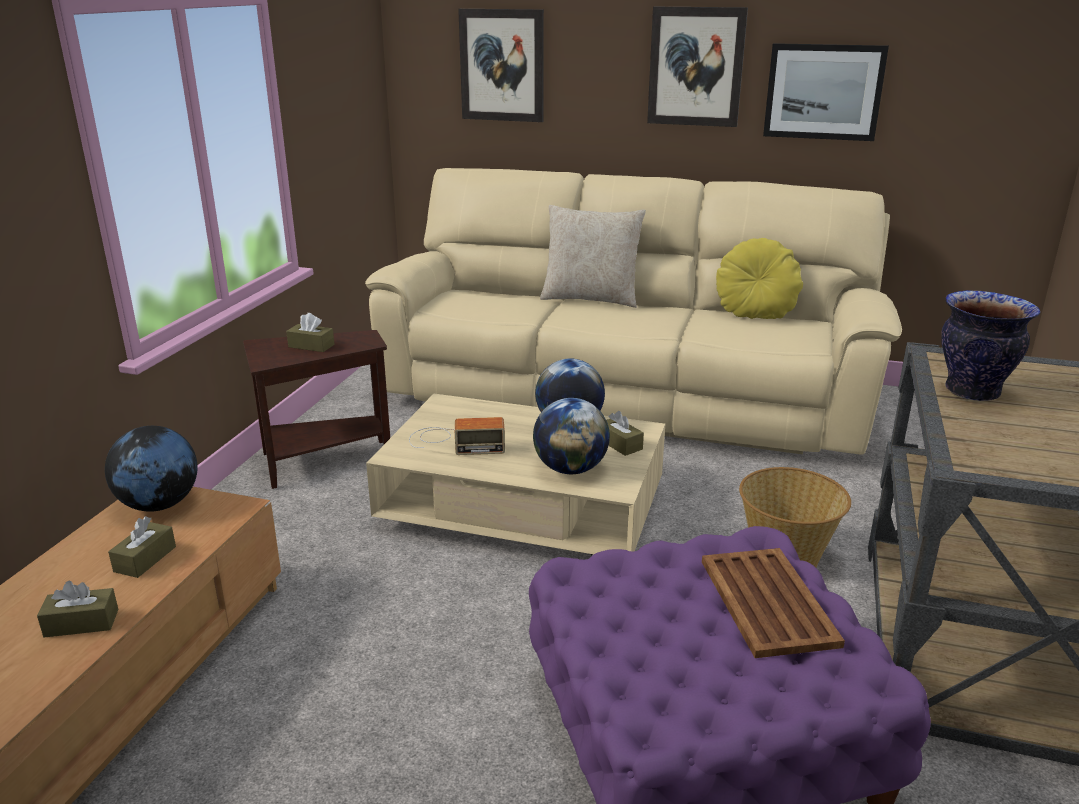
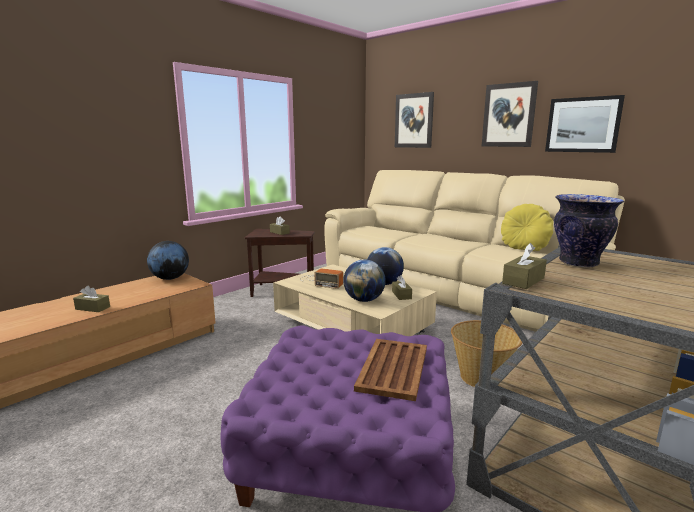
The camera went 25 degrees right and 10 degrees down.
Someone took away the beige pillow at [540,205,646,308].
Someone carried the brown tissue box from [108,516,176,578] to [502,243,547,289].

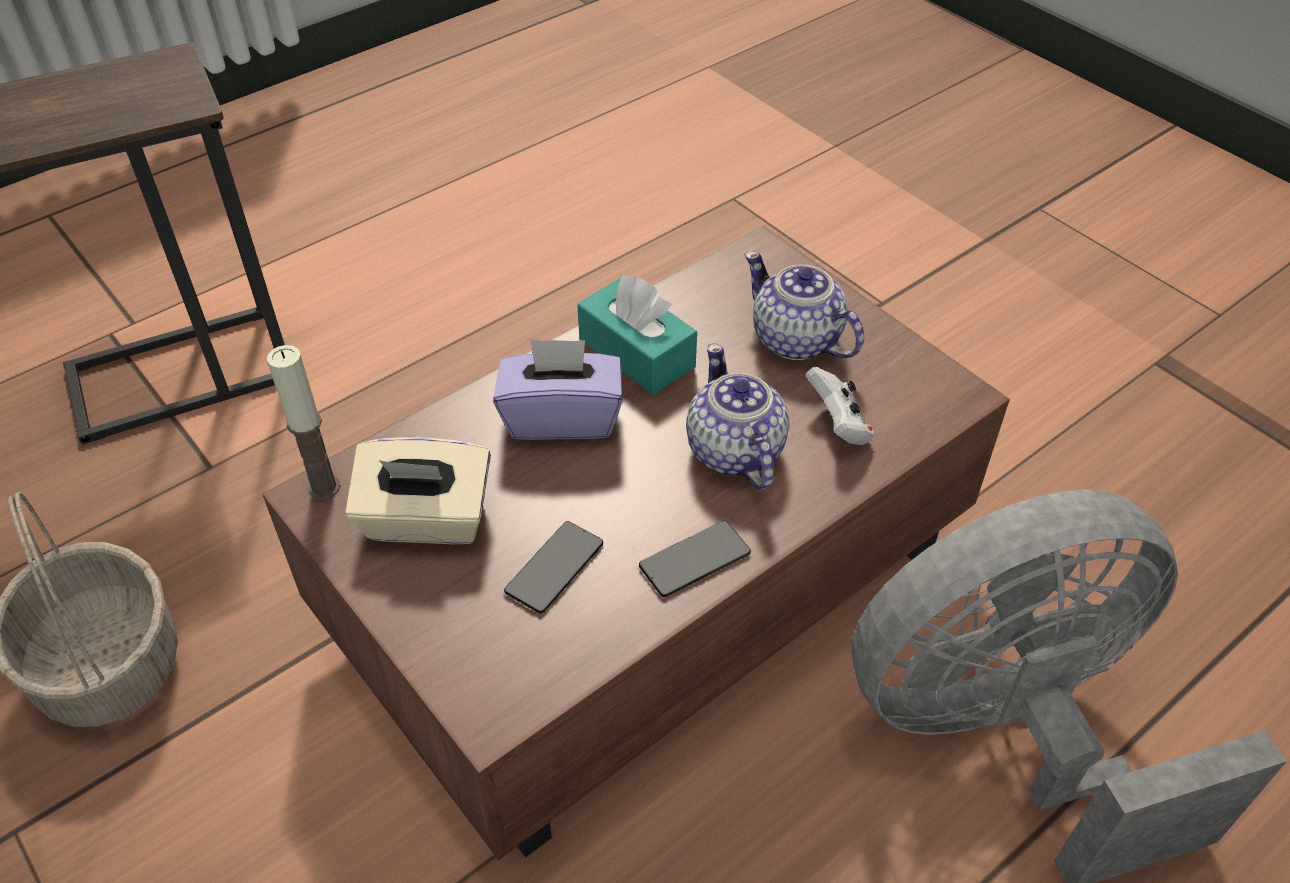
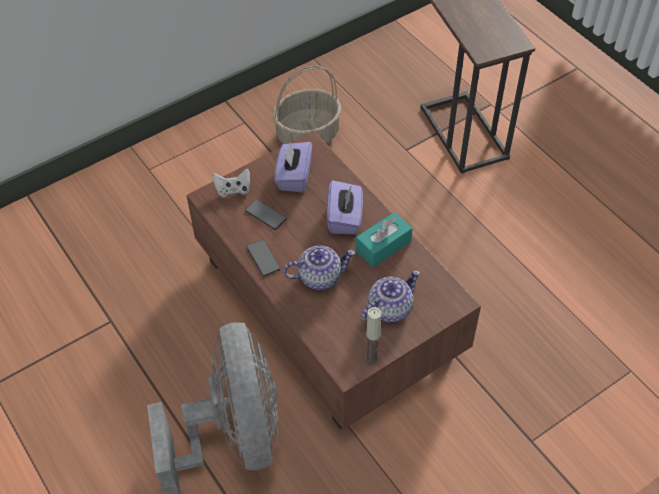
The camera went 95 degrees right and 5 degrees up.
Someone carried the candle from [267,345,341,500] to [365,307,382,364].
Someone carried the white game controller from [805,367,874,445] to [213,169,250,198].
Someone repainted the beige tissue box at [345,437,491,545], which became the purple tissue box at [275,142,312,193].

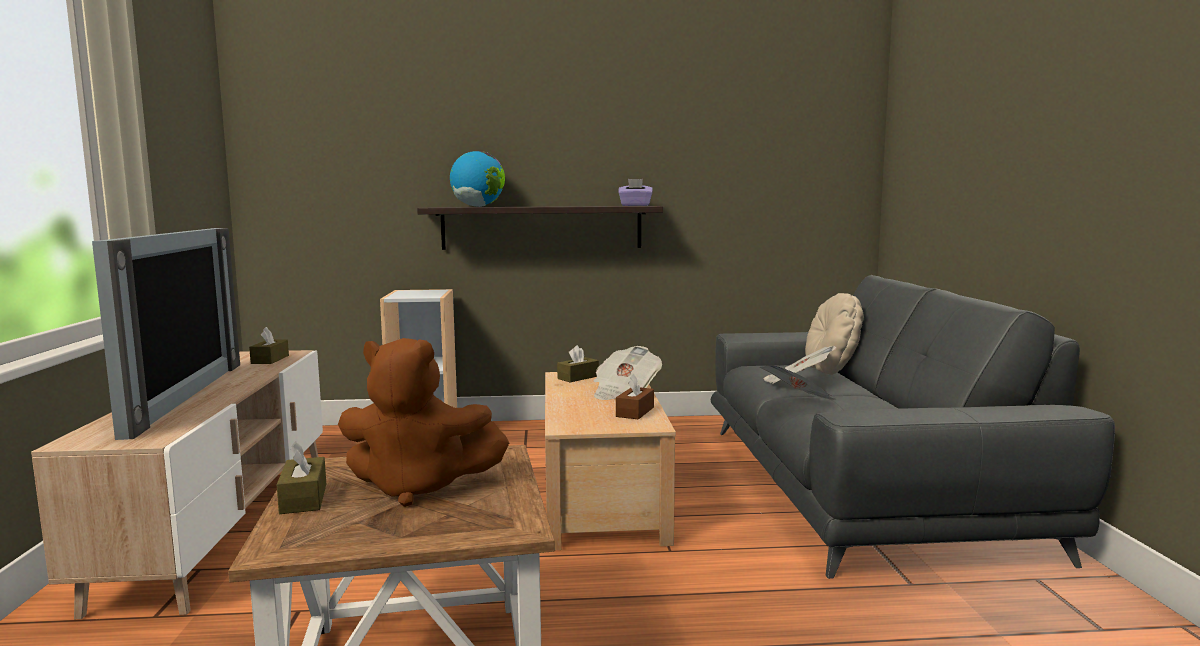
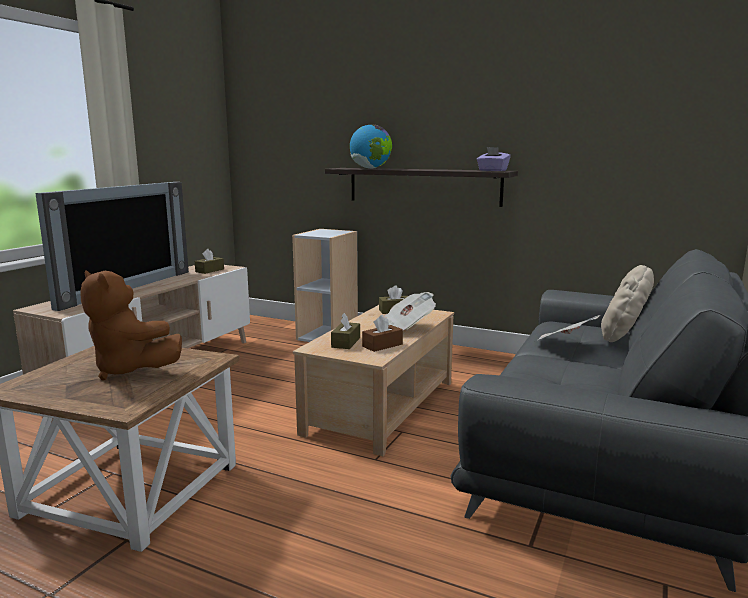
The camera went 30 degrees right and 5 degrees up.
Someone took away the newspaper at [760,365,834,399].
Someone carried the brown tissue box from [277,441,326,514] to [331,313,360,349].

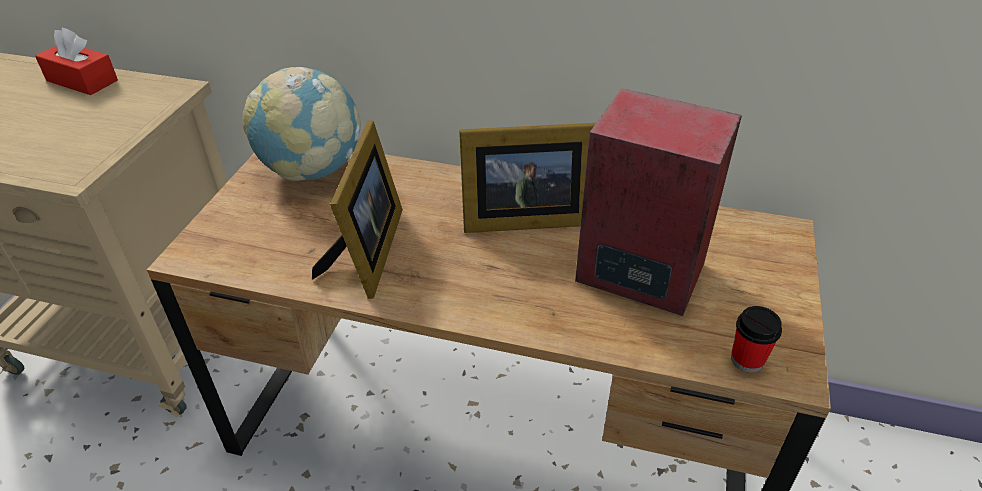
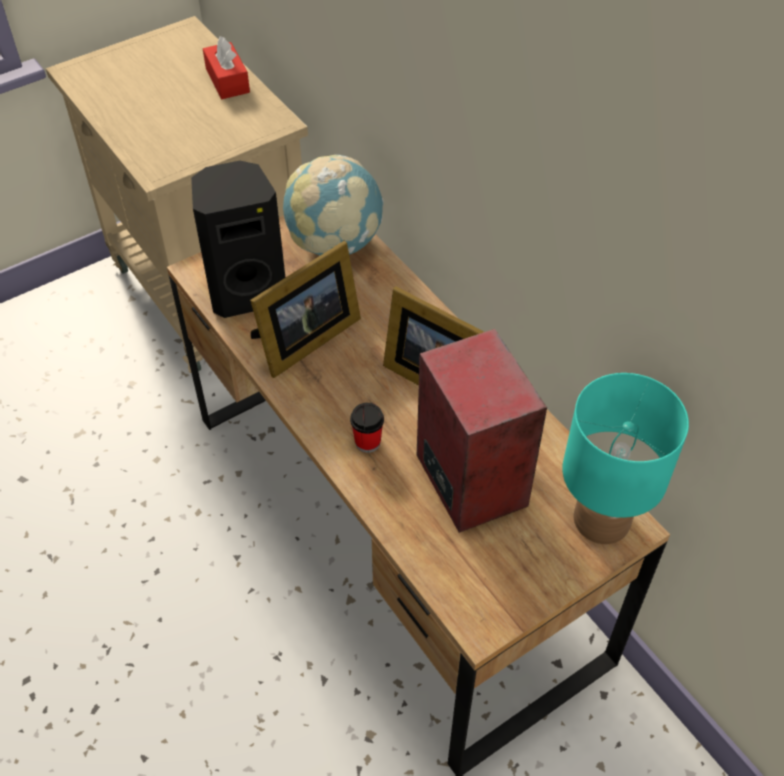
The camera went 40 degrees right and 10 degrees up.
Someone put down the black speaker at [191,161,285,318].
Someone put down the turquoise table lamp at [562,373,689,544].
Someone carried the cup from [731,306,782,373] to [350,403,384,453].

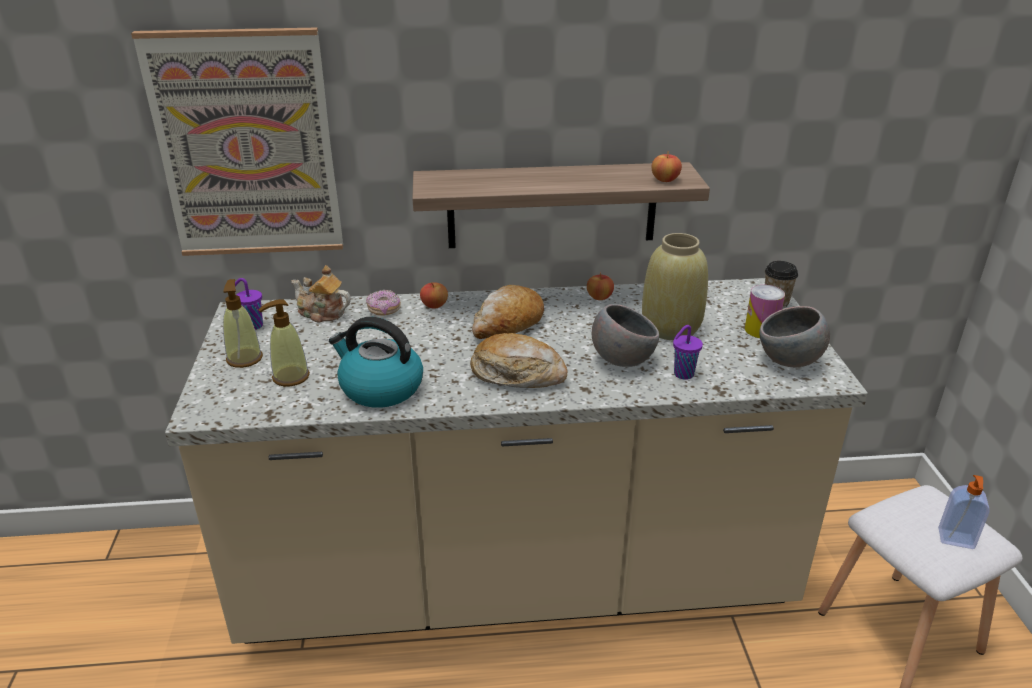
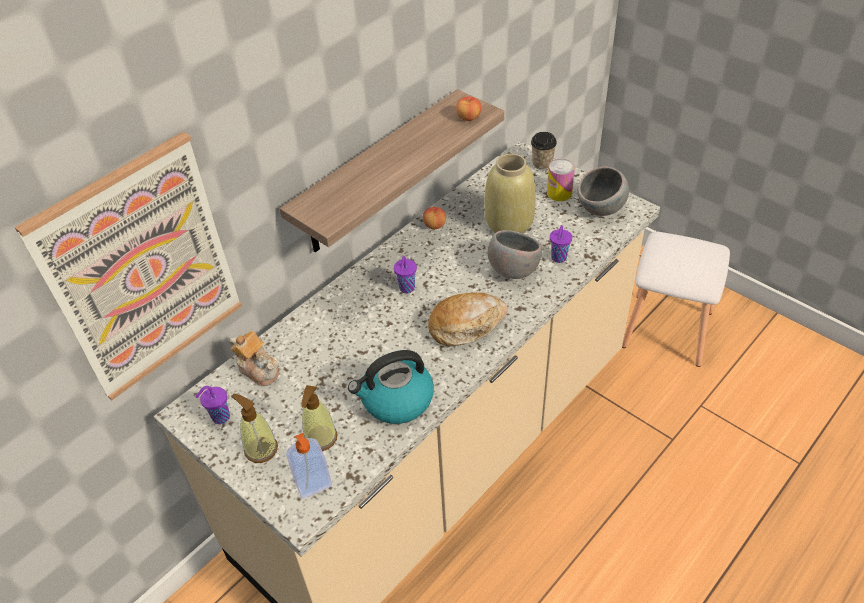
The camera went 40 degrees left and 15 degrees up.
Someone took away the donut at [366,290,401,316].
Someone took away the apple at [420,282,448,309].
Someone carried the soap dispenser from [938,475,990,549] to [286,433,332,499].
Someone swapped the bread at [472,284,544,339] for the purple cup at [394,256,417,293].
Someone rotated the teapot at [291,265,351,323] by 120 degrees counterclockwise.

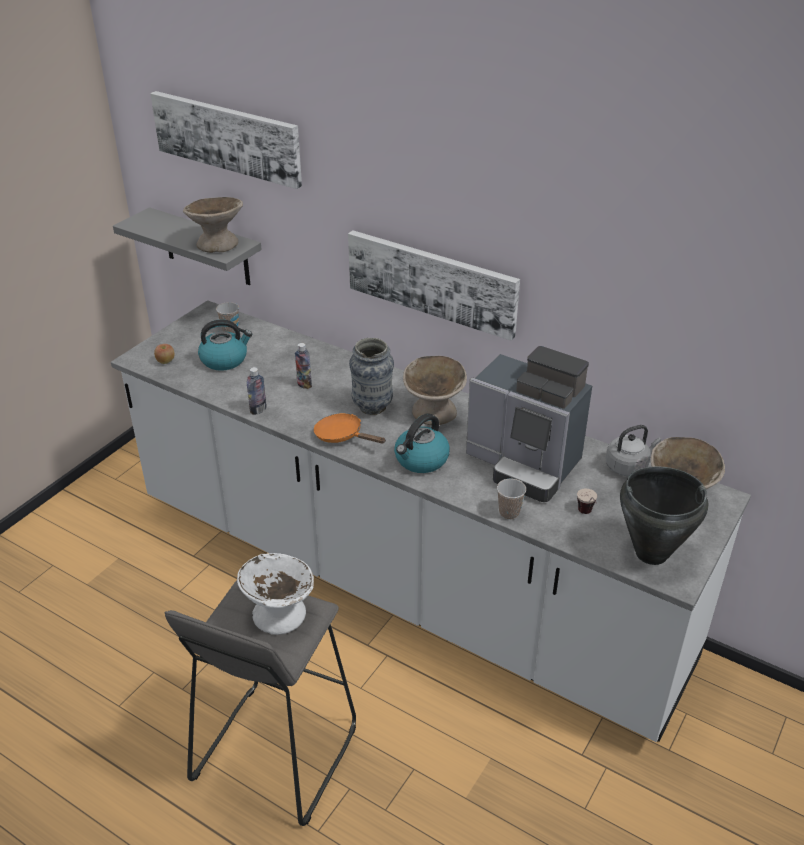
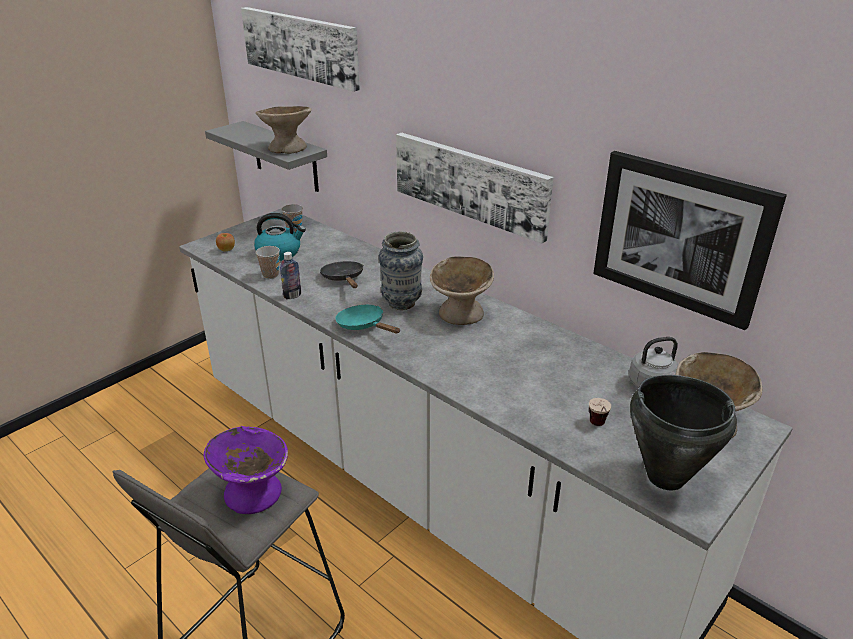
The camera went 10 degrees right and 5 degrees down.
Someone took away the kettle at [394,413,450,473].
Someone took away the coffee machine at [466,346,592,502].
Someone put up the picture at [593,151,787,330].
Someone carried the cup from [497,479,526,520] to [256,246,280,279].
Someone swapped the bottle at [295,343,312,389] for the black frying pan at [320,261,363,288].
Someone repainted the white bowl at [237,553,314,635], which became the purple bowl at [204,426,288,514].
Someone repainted the orange frying pan at [314,413,385,443], which became the turquoise frying pan at [335,305,400,333].

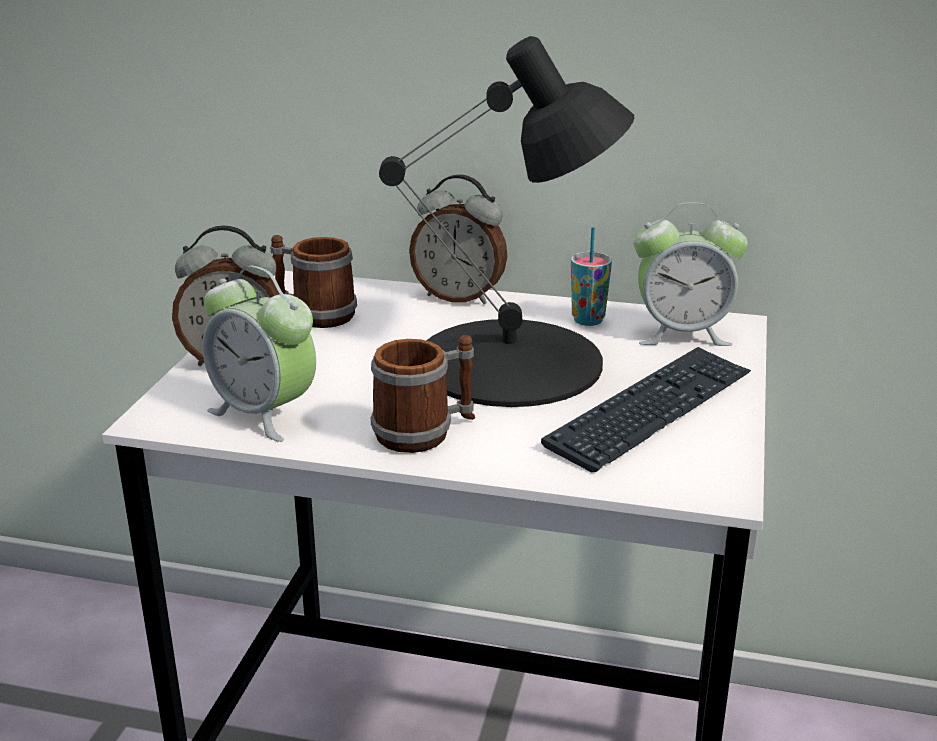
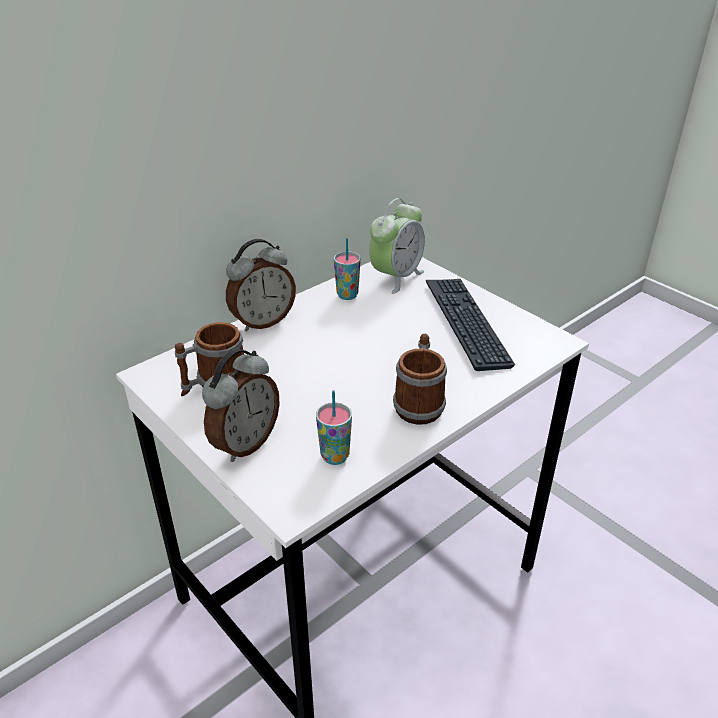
The camera went 55 degrees left and 10 degrees up.
Someone took away the black table lamp at [379,36,634,407].
Someone swapped the alarm clock at [203,266,316,442] for the cup at [316,390,352,465].

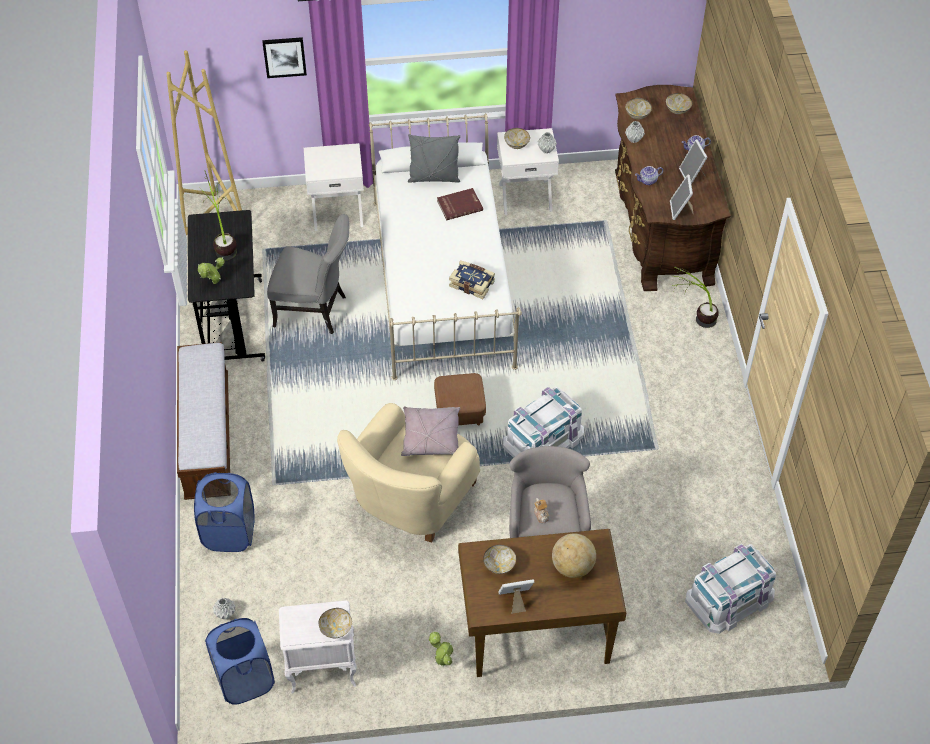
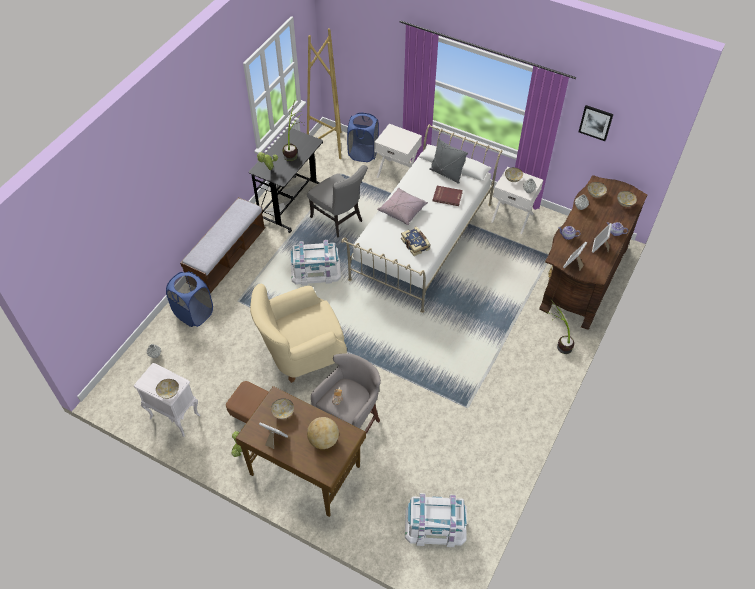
The camera went 35 degrees right and 0 degrees up.
Someone carried the blue laundry basket from [205,618,275,705] to [347,112,379,162].
Someone carried the picture from [262,37,307,78] to [579,105,614,141].
Someone carried the purple pillow from [401,406,460,456] to [377,188,428,225].
Someone carried the brown ottoman from [434,373,486,425] to [226,381,269,423].
Someone carried the white storage box from [503,387,584,458] to [291,240,341,285].

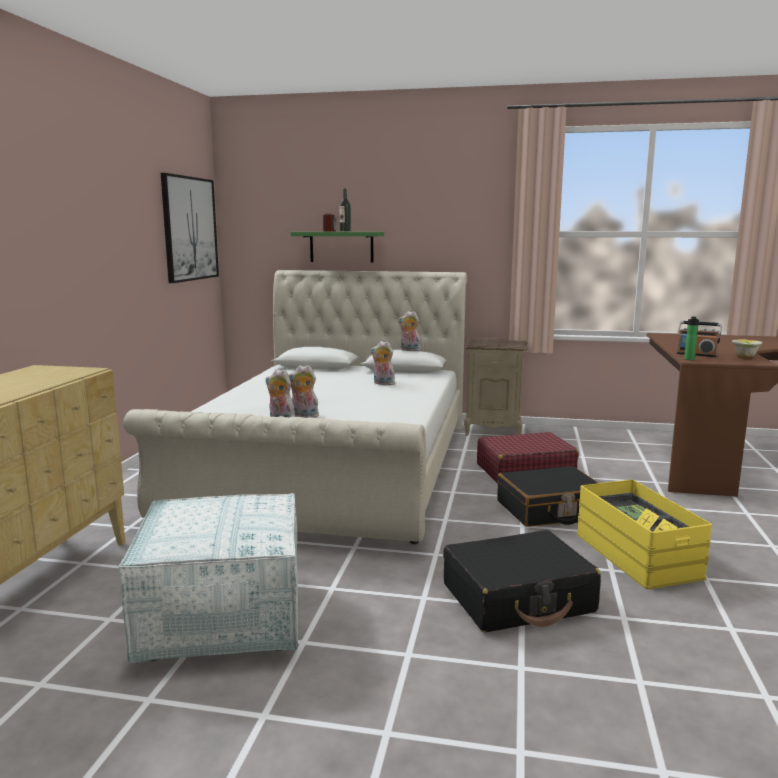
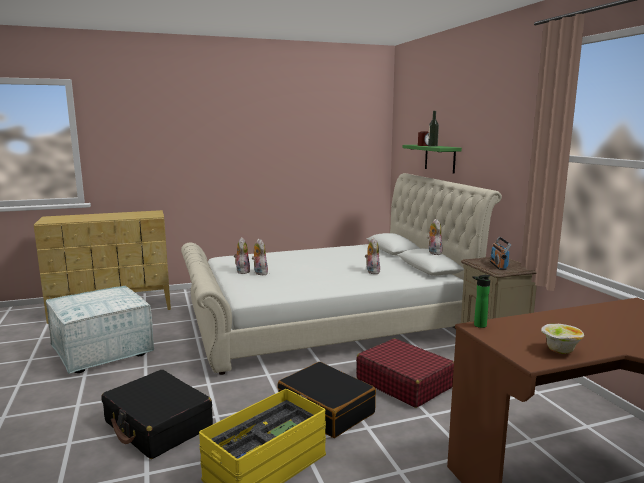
The camera went 60 degrees right and 0 degrees up.
Someone took away the picture at [161,173,219,283].
Someone carried the radio from [677,321,722,357] to [490,237,511,270].

